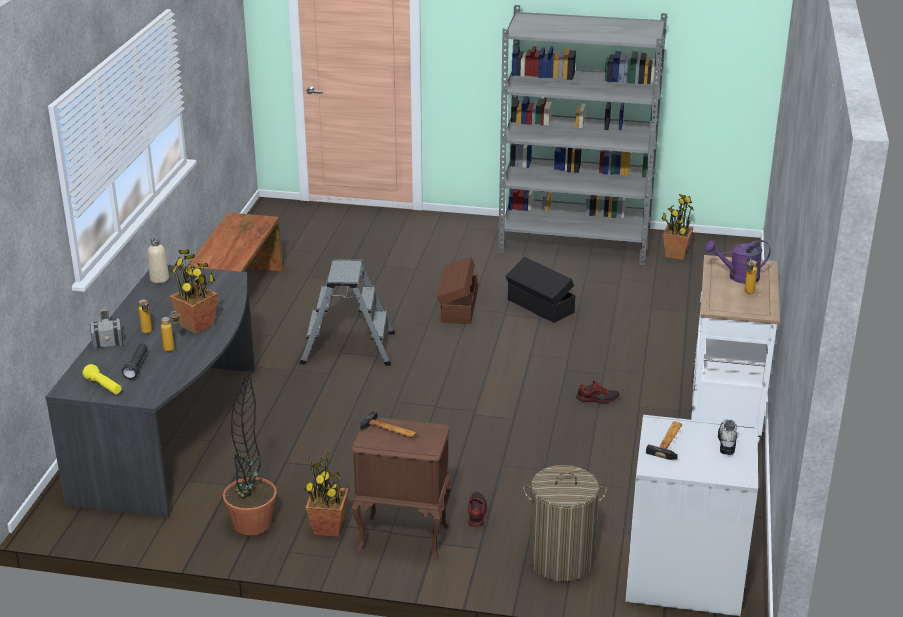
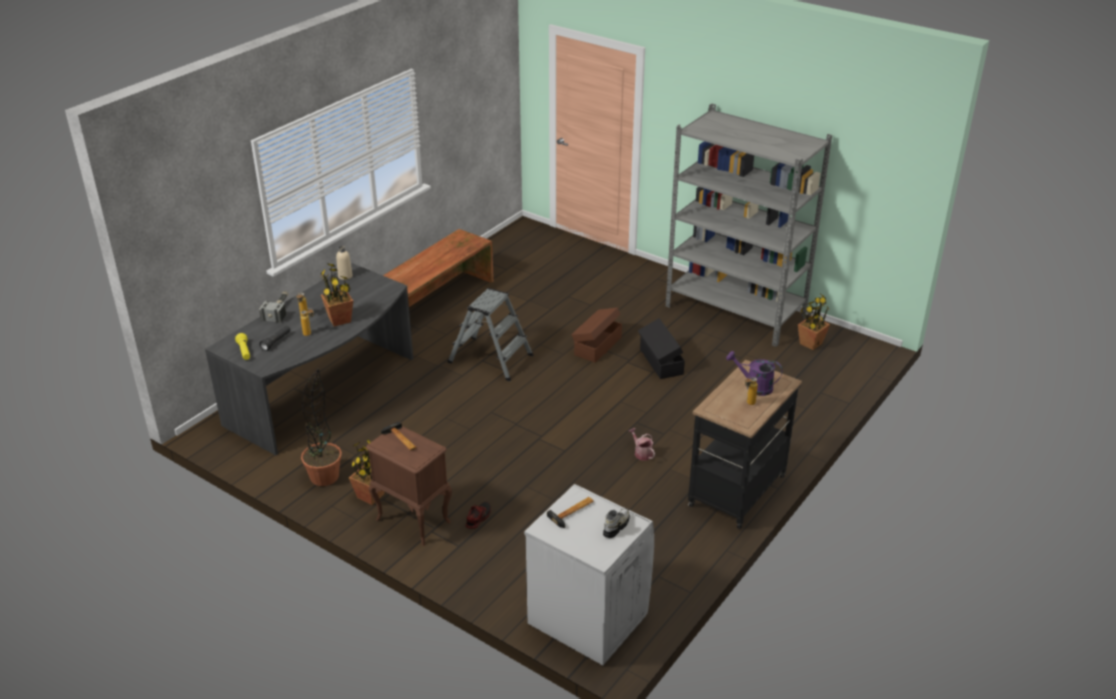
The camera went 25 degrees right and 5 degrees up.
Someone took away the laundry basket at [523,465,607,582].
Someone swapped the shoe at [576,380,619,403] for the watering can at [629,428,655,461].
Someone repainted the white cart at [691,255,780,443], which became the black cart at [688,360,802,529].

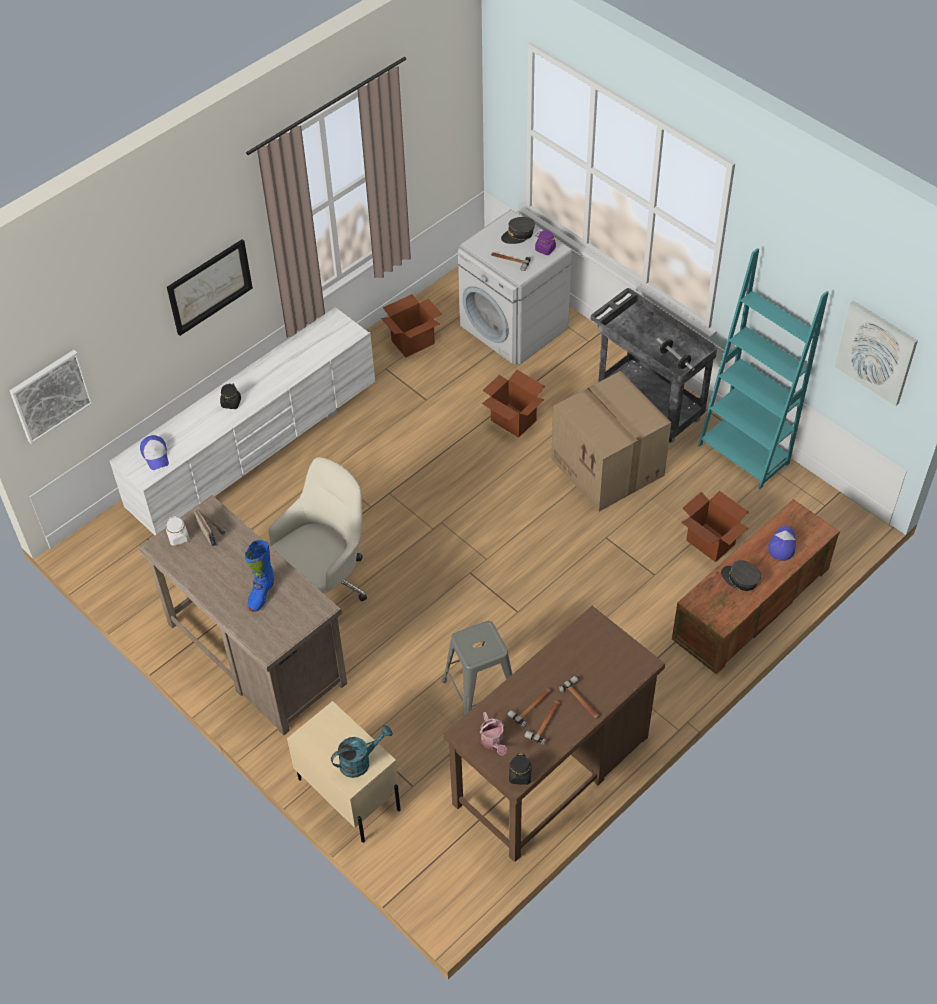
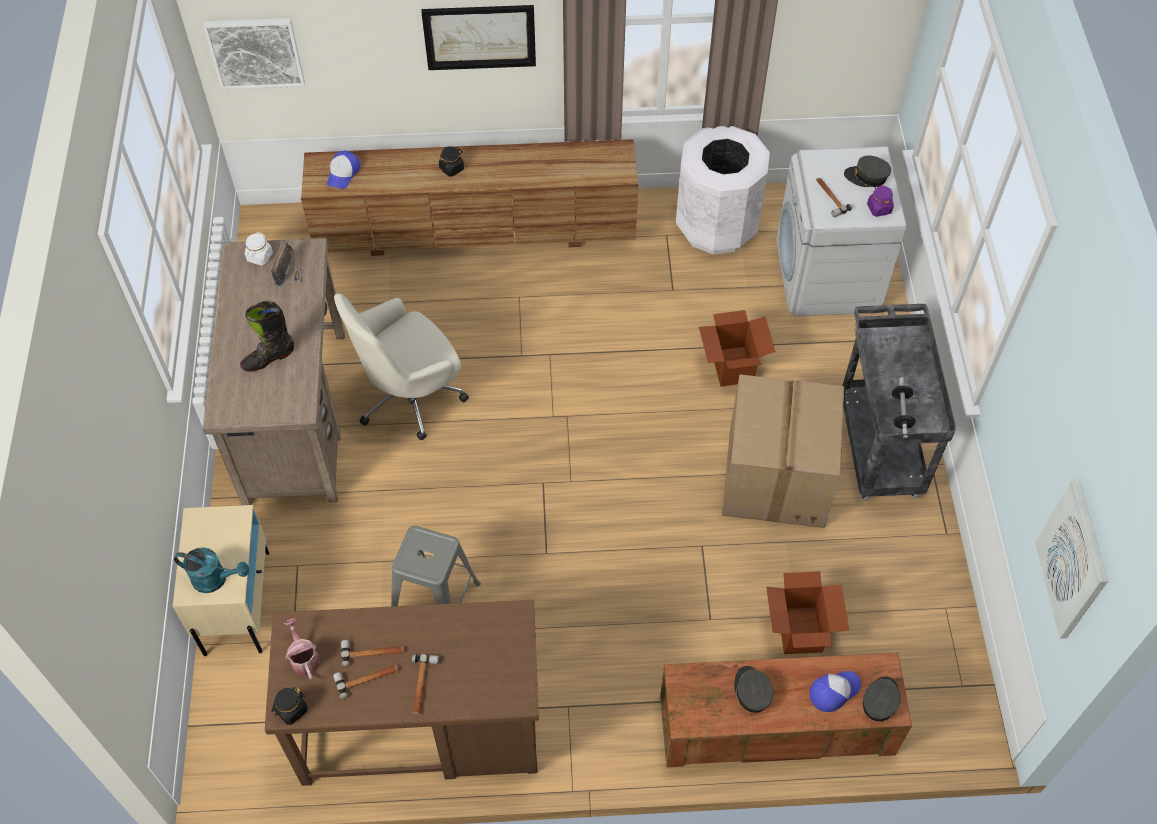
The camera went 40 degrees right and 5 degrees up.
Someone took away the turquoise bookcase at [698,248,829,489].
Someone put down the grey cap at [862,676,900,721].
Someone swapped the cardboard box at [381,294,442,357] for the white trash can at [676,126,770,254].
Someone repainted the white cabinet at [110,307,375,535], which became the brown cabinet at [301,139,638,256].
Someone repainted the blue boot at [245,540,274,612], which became the black boot at [240,301,294,372].
Someone rotated the beige office chair at [269,457,367,601] by 150 degrees clockwise.
Someone rotated the watering can at [480,712,507,756] by 135 degrees clockwise.

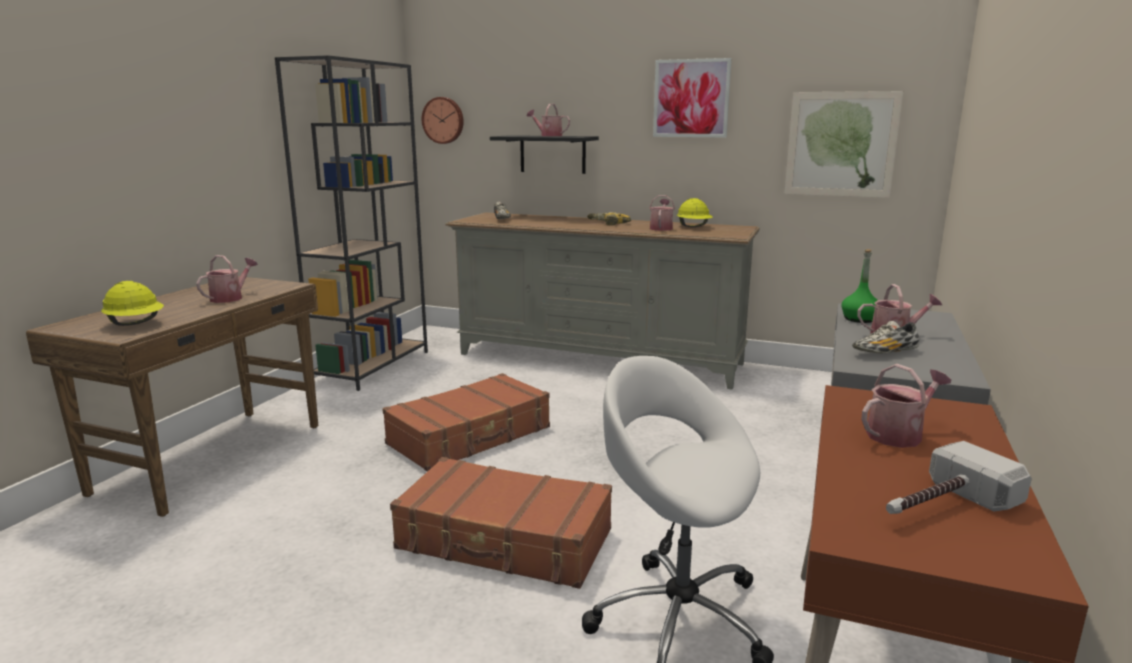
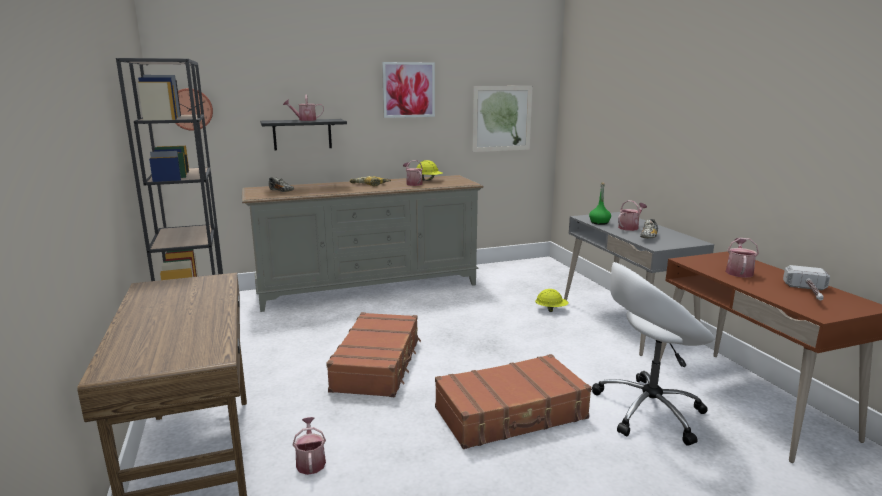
The camera went 40 degrees left and 0 degrees up.
Someone carried the yellow hard hat from [101,281,164,326] to [535,289,569,312].
Someone carried the watering can from [196,255,258,303] to [293,417,326,475].

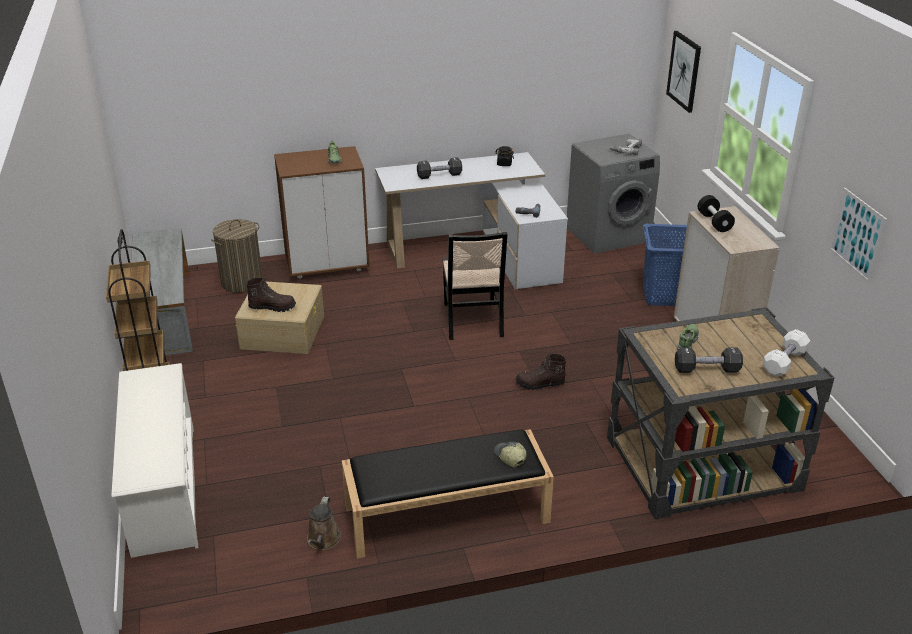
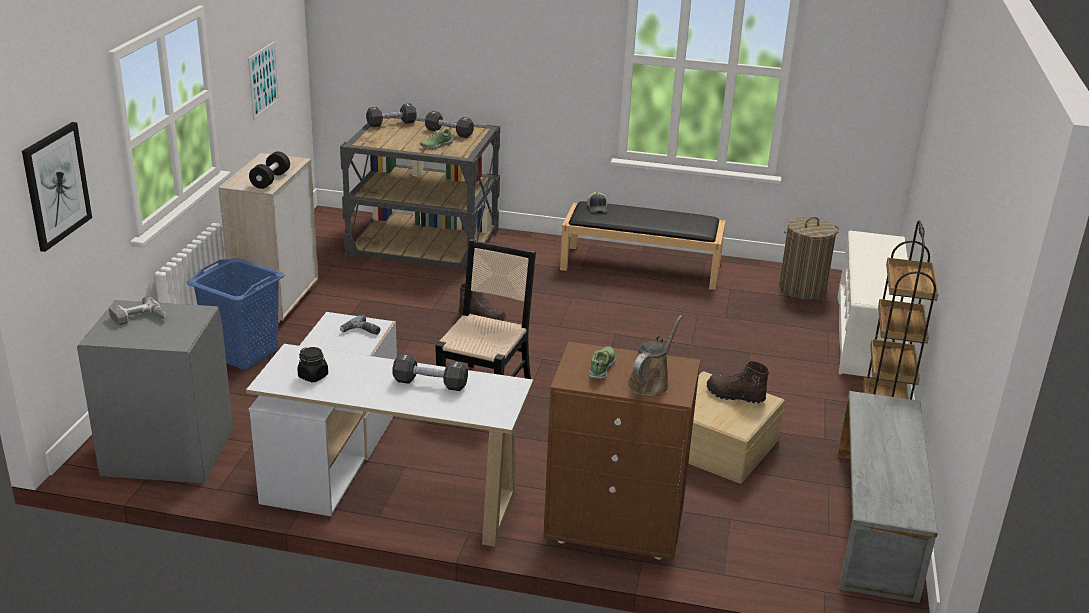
The camera went 155 degrees left and 5 degrees down.
Someone carried the laundry basket from [211,219,263,293] to [779,217,839,300].
Someone carried the brown watering can from [307,497,341,550] to [627,315,683,396].
Someone repainted the white dumbbell at [762,329,810,377], which became the black dumbbell at [366,103,417,127].

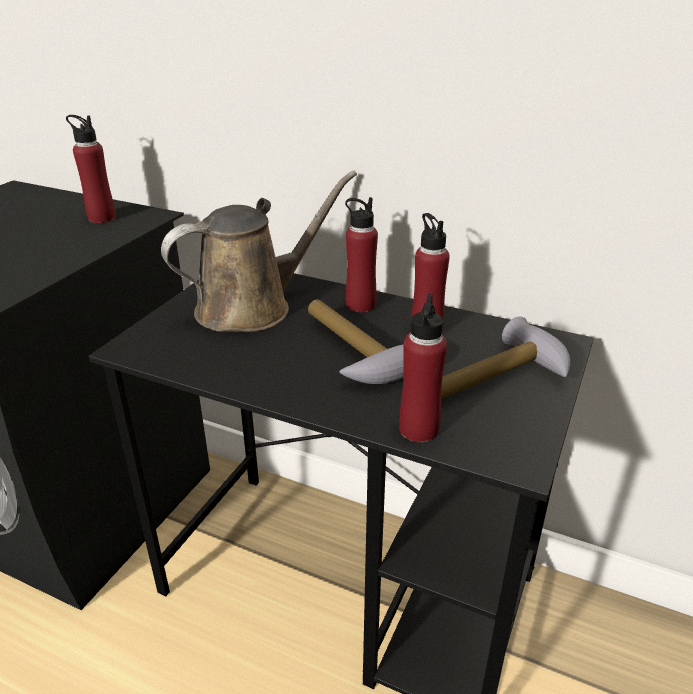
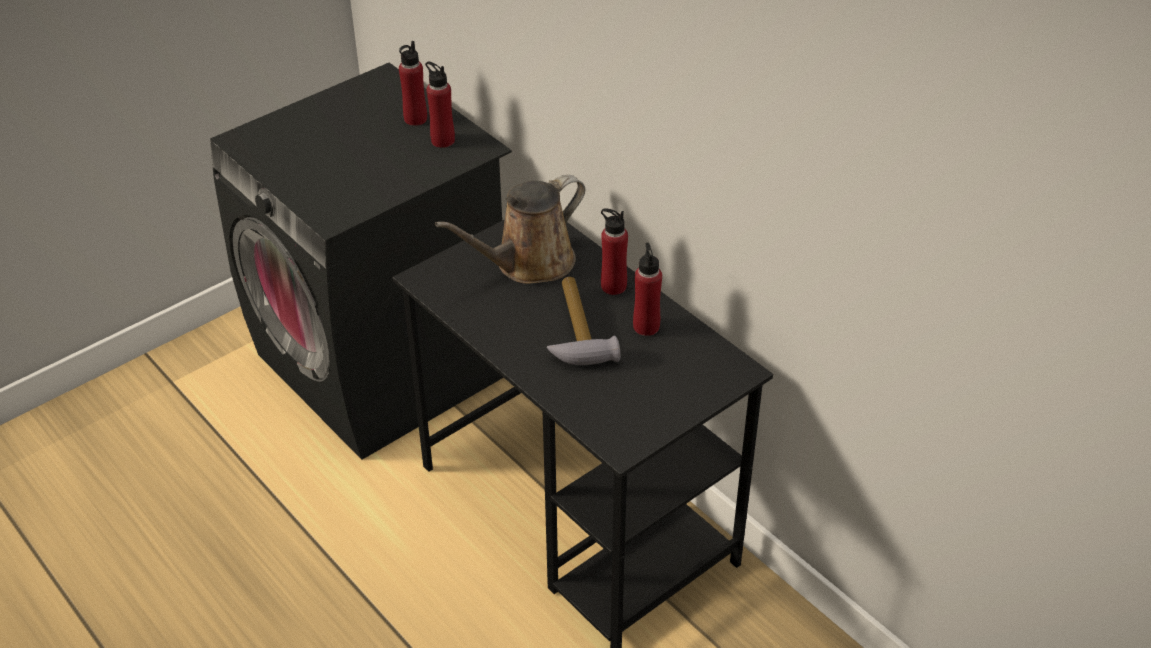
The camera went 25 degrees right and 10 degrees up.
Someone took away the hammer at [441,316,570,399].
Someone carried the red bottle from [399,294,447,442] to [399,41,427,126].
Someone rotated the brown watering can at [161,171,357,332] by 150 degrees clockwise.

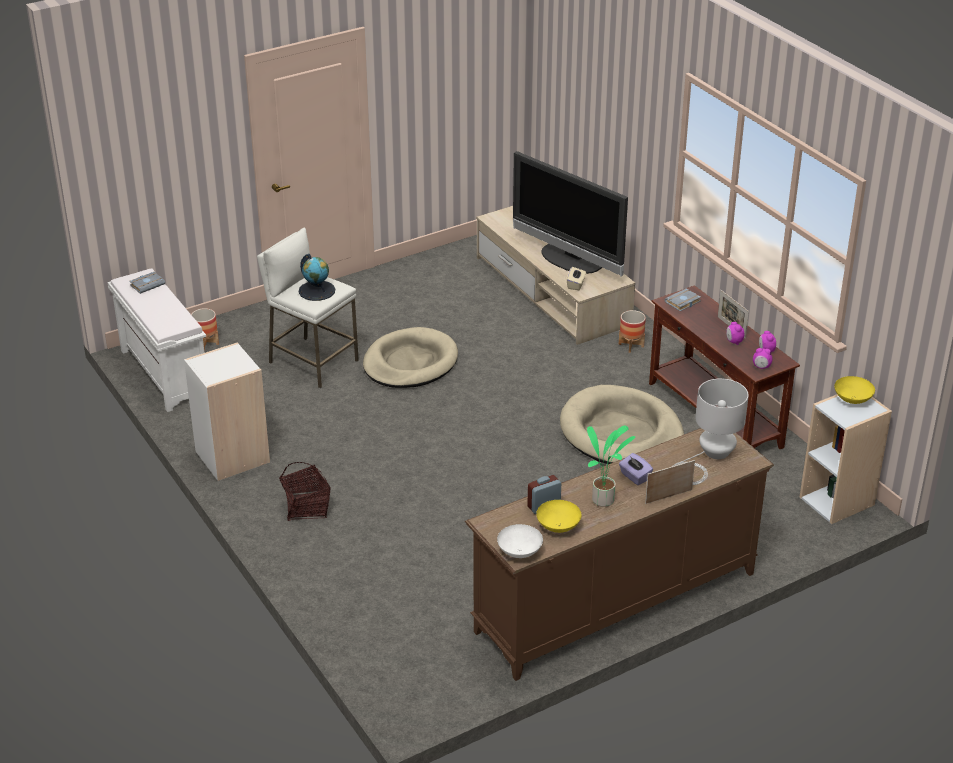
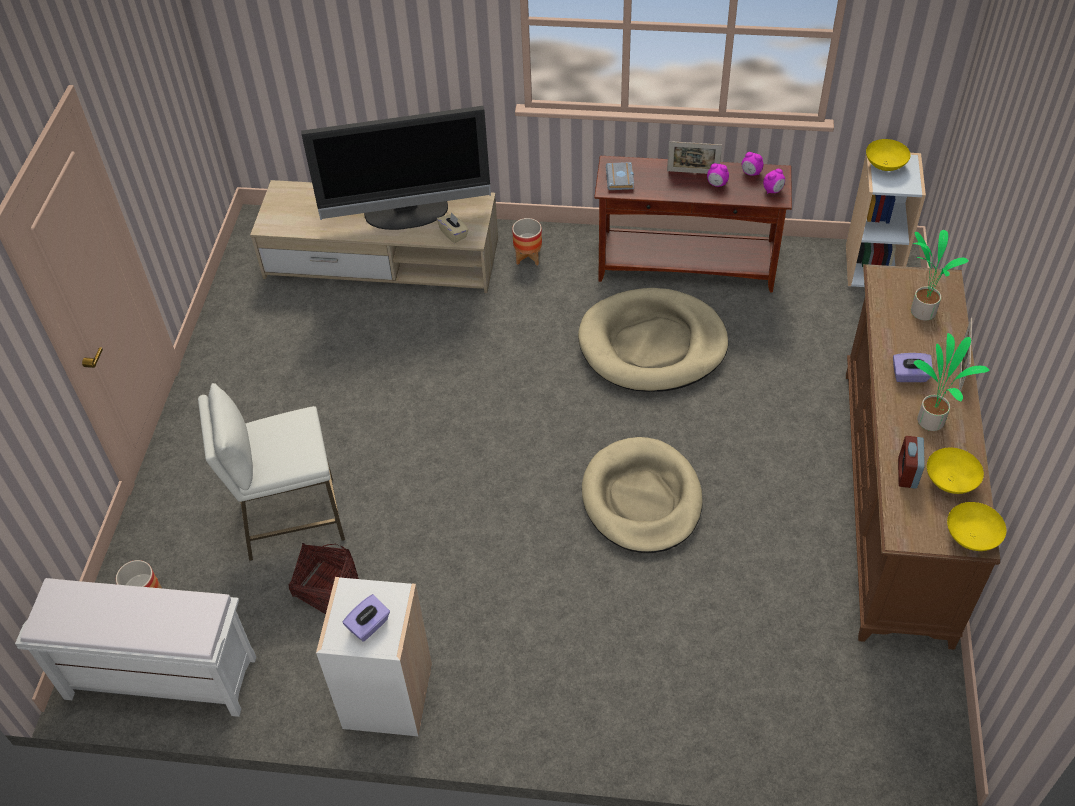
The camera went 50 degrees left and 15 degrees up.
Someone took away the grey book at [129,272,165,294].
Someone took away the globe at [299,254,335,301].
Someone put down the purple tissue box at [343,594,390,642].
Someone carried the basket from [279,462,331,521] to [288,543,359,614].
Someone carried the beige dog bed from [363,327,458,388] to [582,437,703,553].
Someone swapped the white table lamp at [673,378,749,485] for the potted plant at [911,230,969,321].
Someone repainted the white bowl at [497,524,543,558], which became the yellow bowl at [947,502,1006,551].

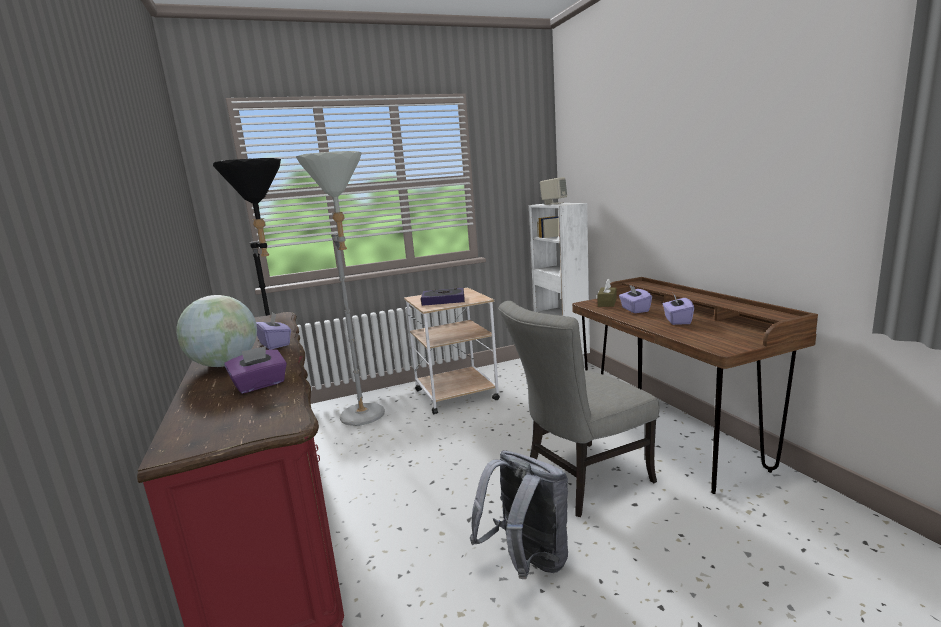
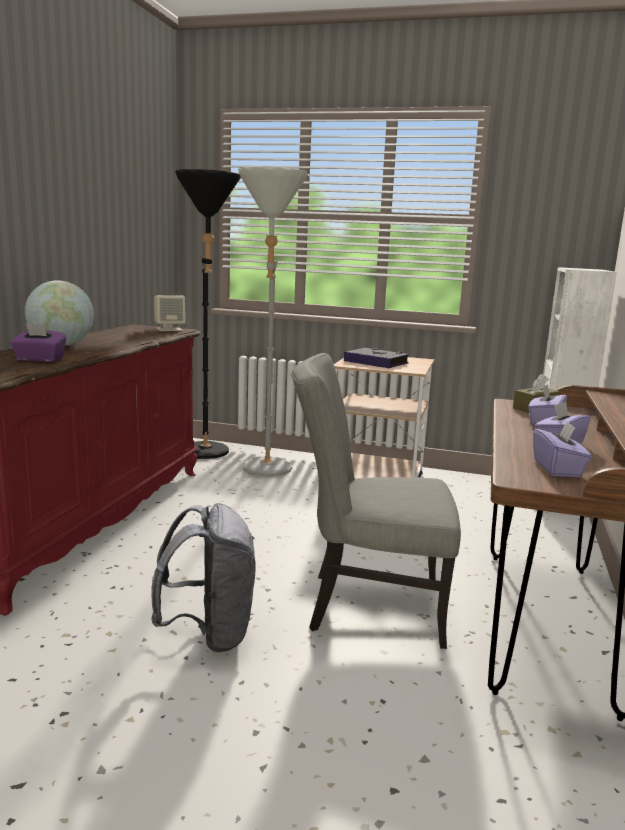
The camera went 35 degrees right and 0 degrees up.
Someone carried the purple tissue box from [256,312,291,350] to [533,421,592,477].
Someone carried the beige speaker from [540,177,567,205] to [154,295,186,331].

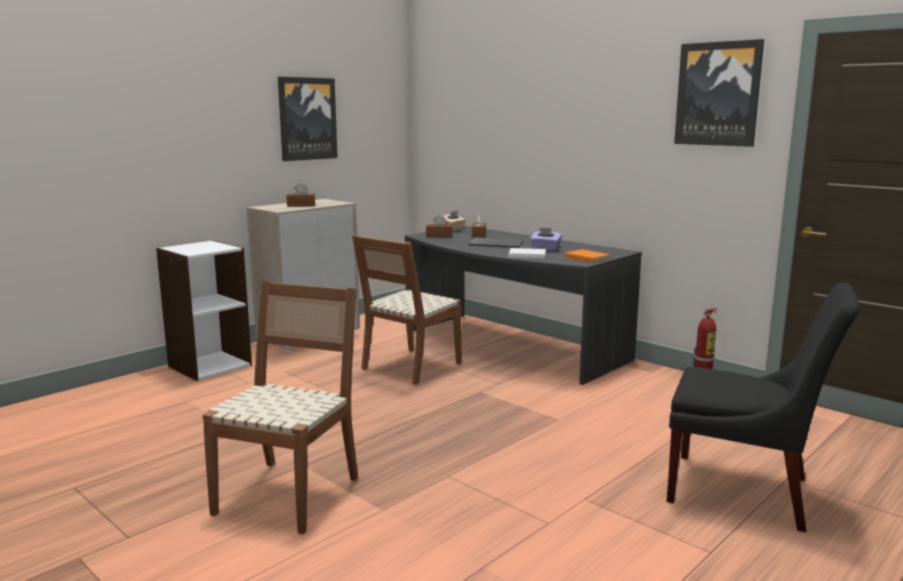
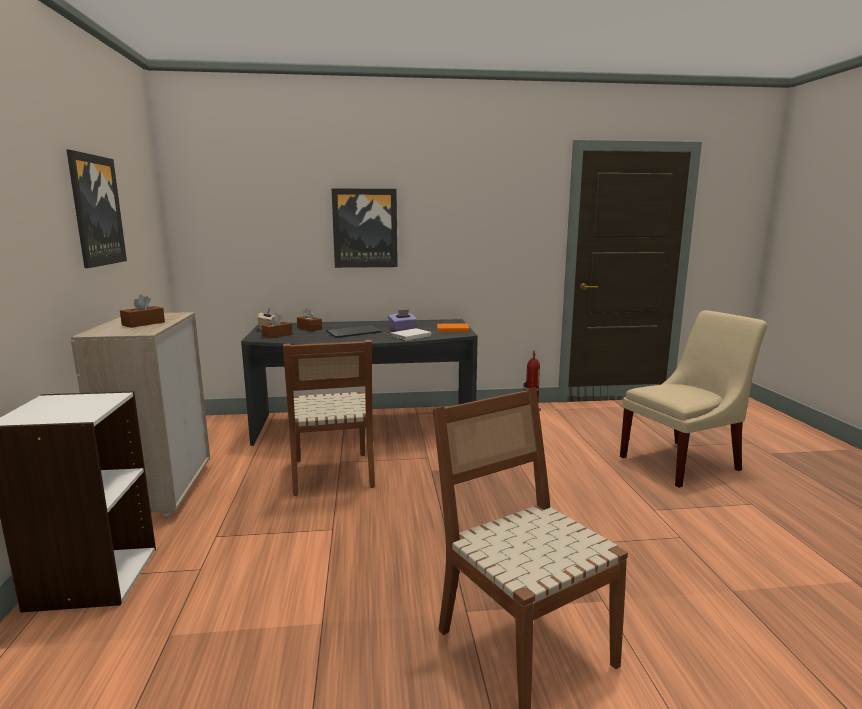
The camera went 50 degrees left and 0 degrees up.
Someone carried the picture from [674,39,764,147] to [332,188,398,268].
Someone repainted the black chair at [666,282,858,532], which became the beige chair at [620,310,767,488].

